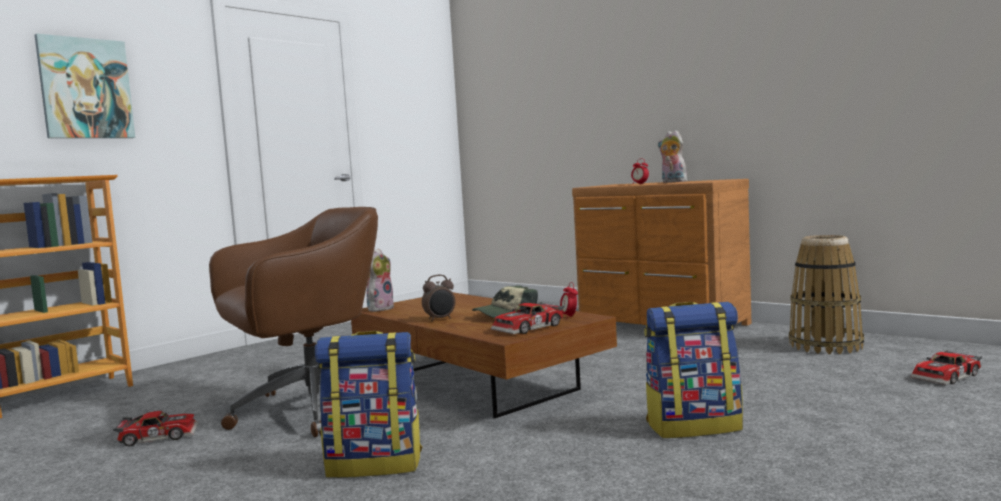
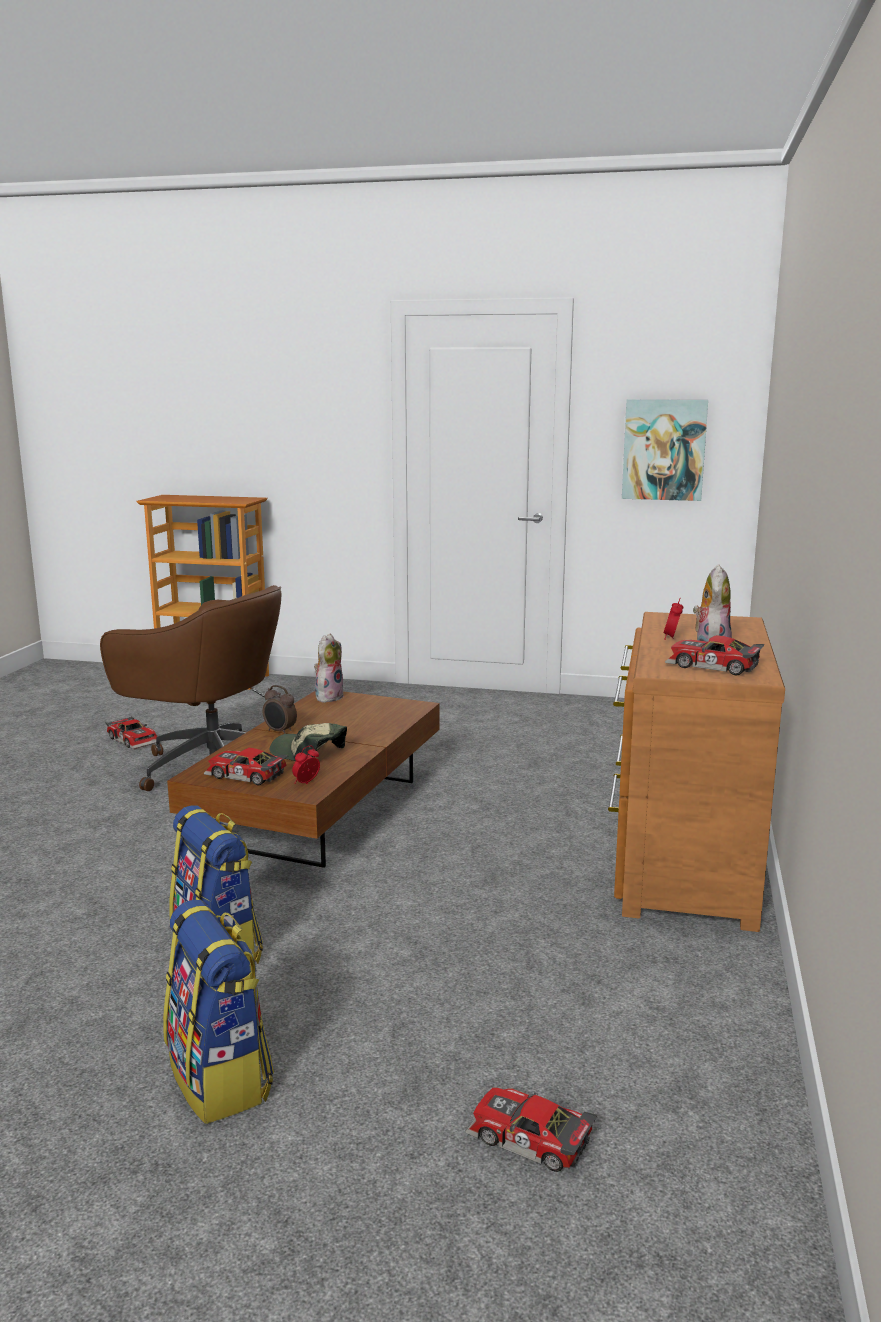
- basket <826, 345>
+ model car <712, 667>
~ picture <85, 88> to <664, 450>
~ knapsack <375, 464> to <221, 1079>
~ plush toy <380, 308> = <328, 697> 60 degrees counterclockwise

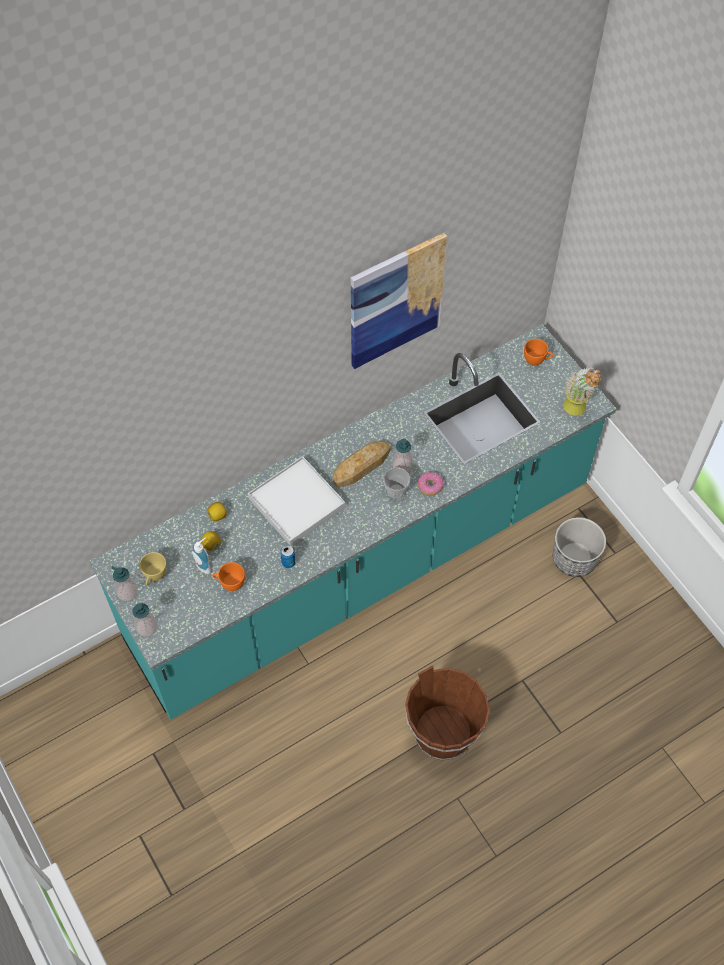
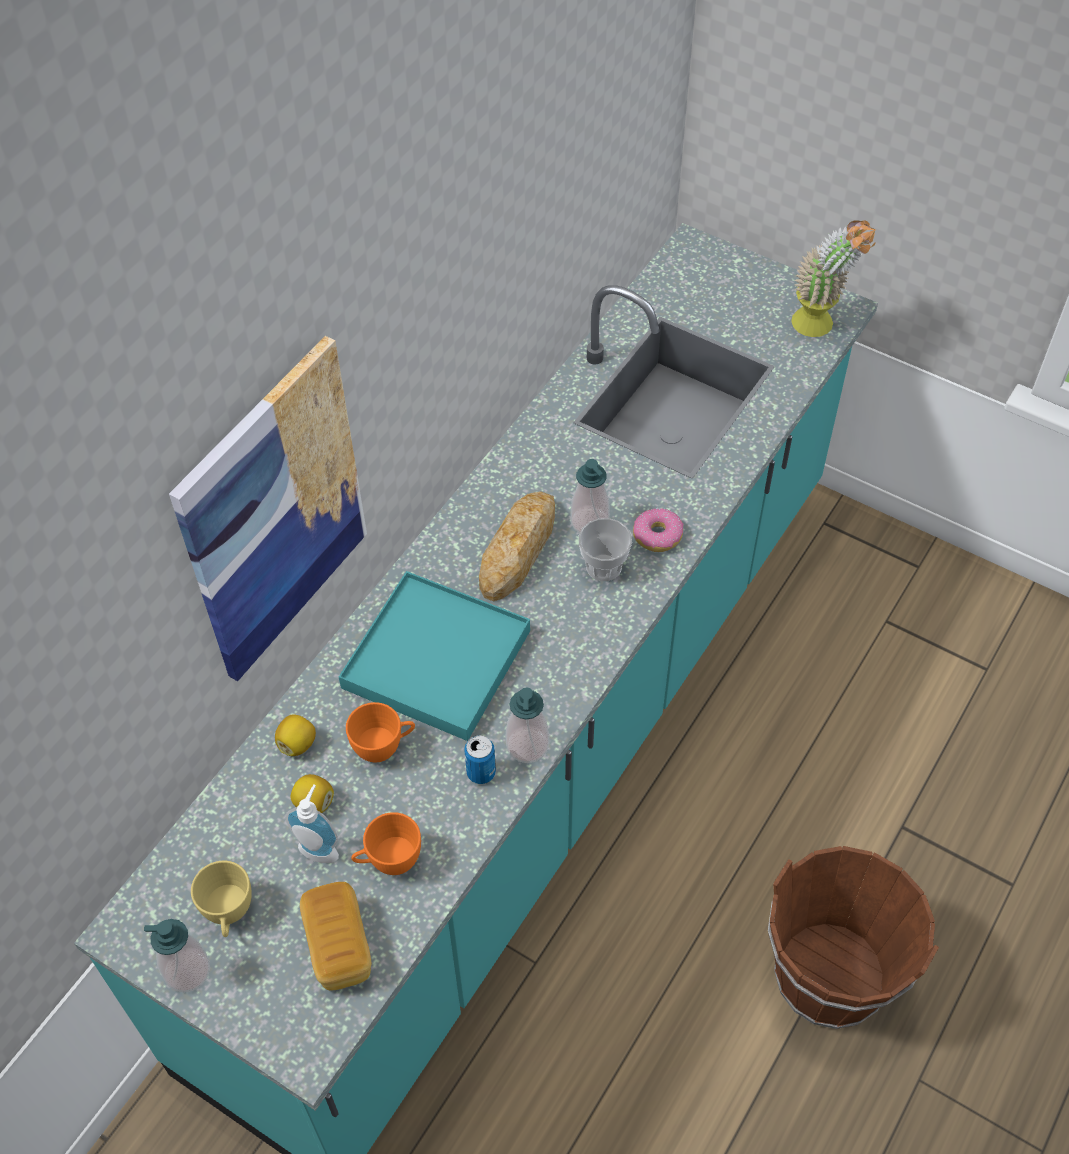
- plant pot <574, 559>
+ bakery bread <339, 945>
~ soap bottle <146, 627> to <527, 745>
~ picture <395, 301> to <274, 513>
~ orange drinking cup <537, 360> to <384, 747>
~ white serving tray <296, 503> to turquoise serving tray <437, 660>

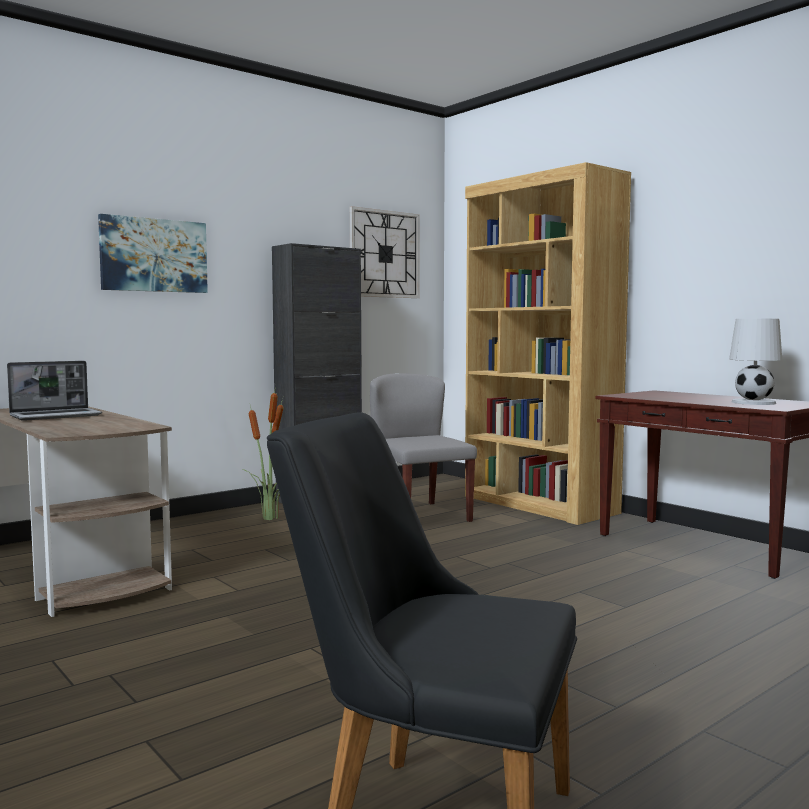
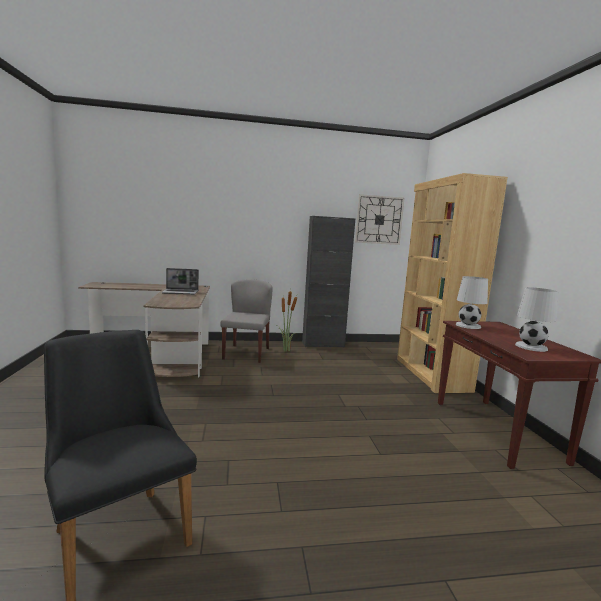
- picture <154, 255>
+ white lamp for a table <468, 325>
~ gray upright chair <419, 515> to <246, 353>

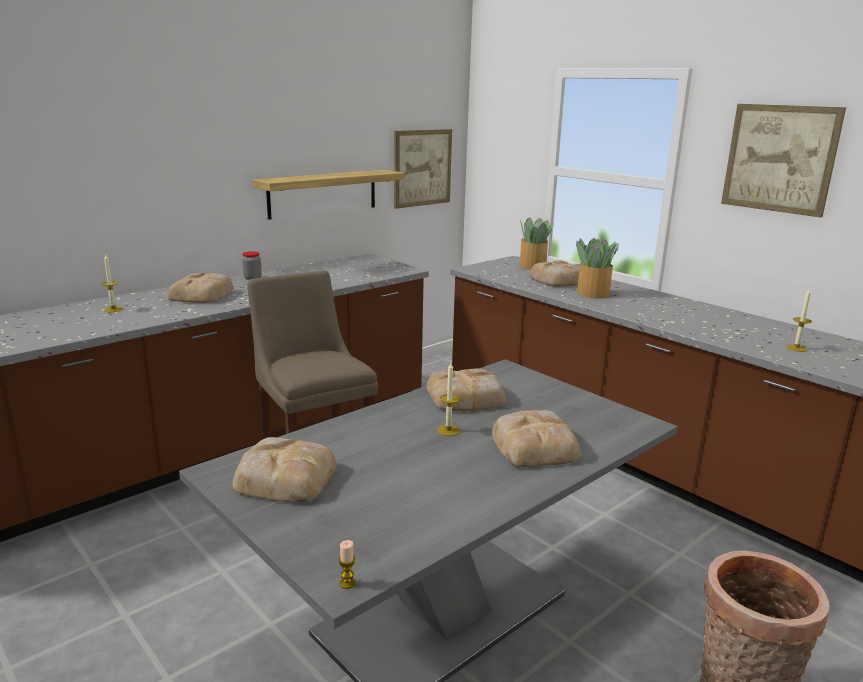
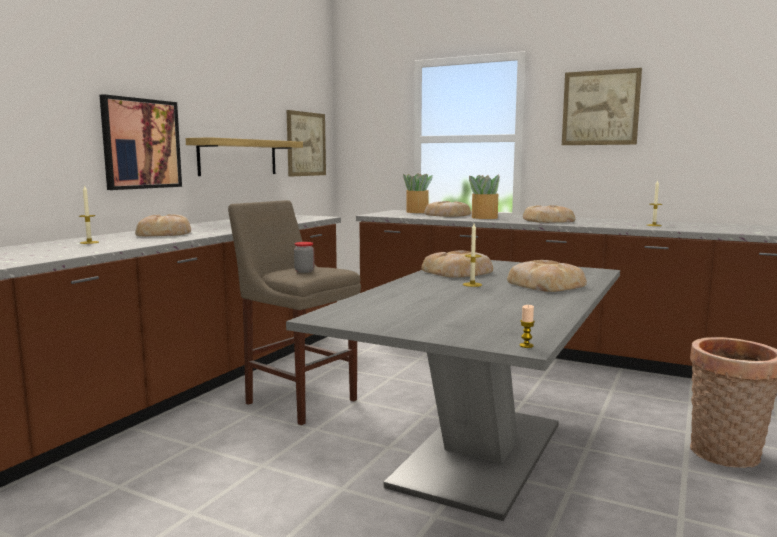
+ picture <141, 144>
~ bakery bread <284, 477> to <546, 220>
~ preserve jar <252, 278> to <304, 271>

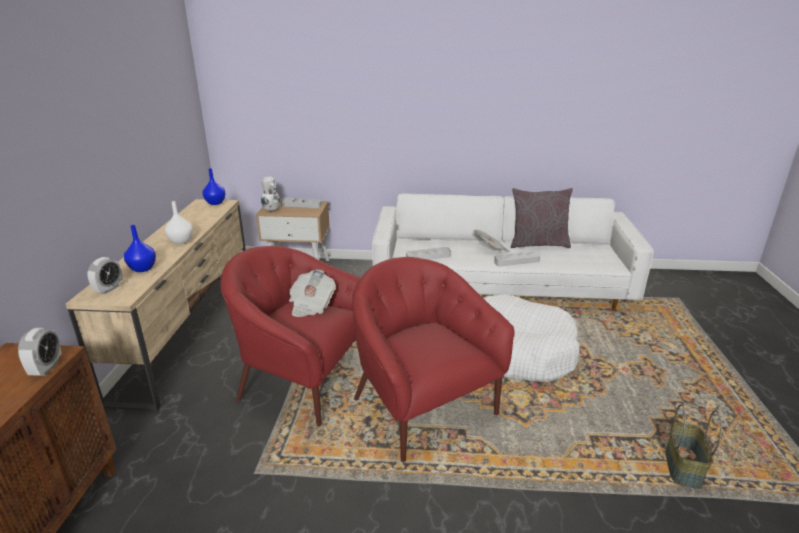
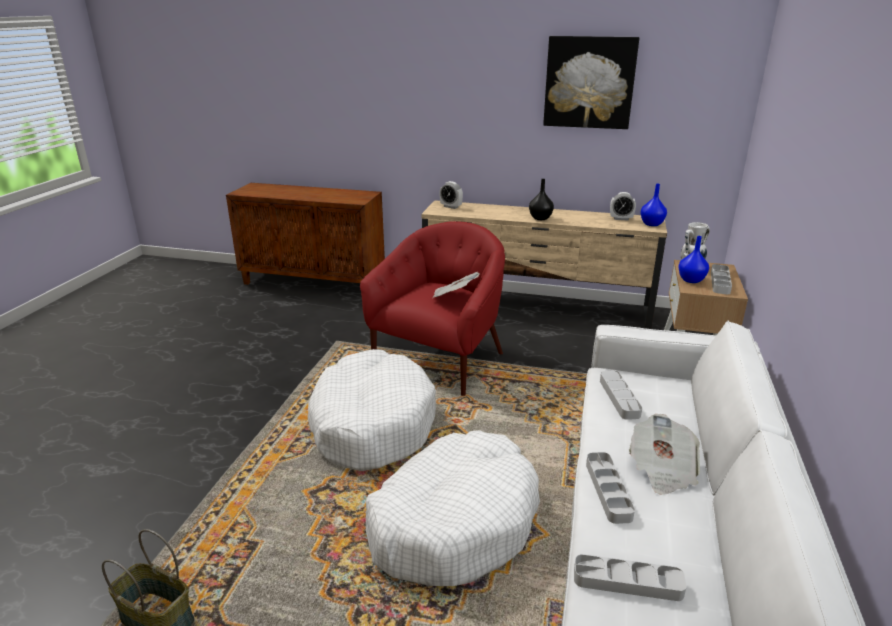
- gray cushion <538, 244>
+ picture <589, 82>
+ gray serving tray <627, 582>
~ bedside clock <46, 368> to <621, 219>
~ blue-coloured flower vase <143, 269> to <691, 280>
~ reddish lounge chair <422, 406> to white dog cushion <372, 424>
~ white flower vase <181, 241> to black flower vase <540, 218>

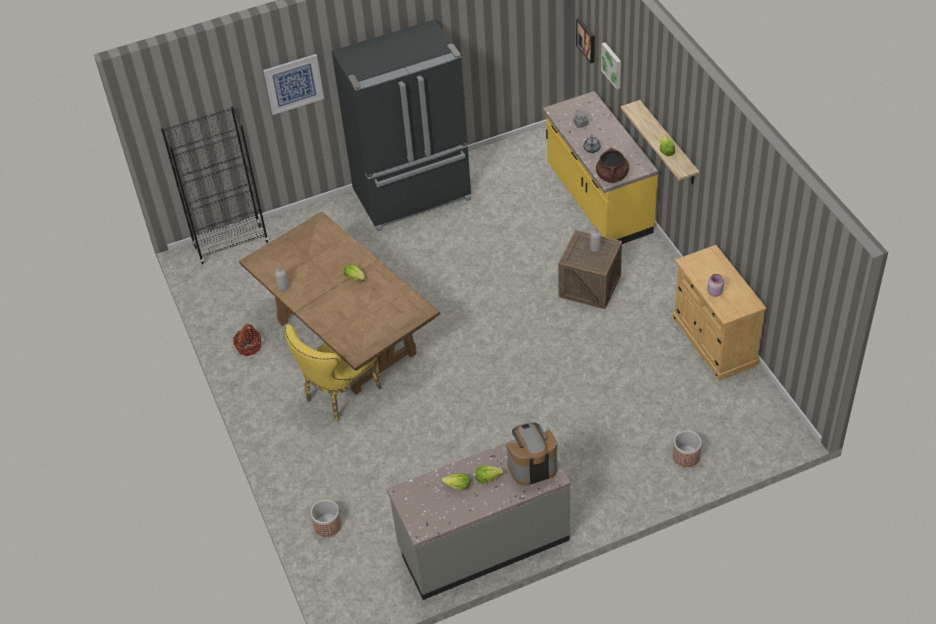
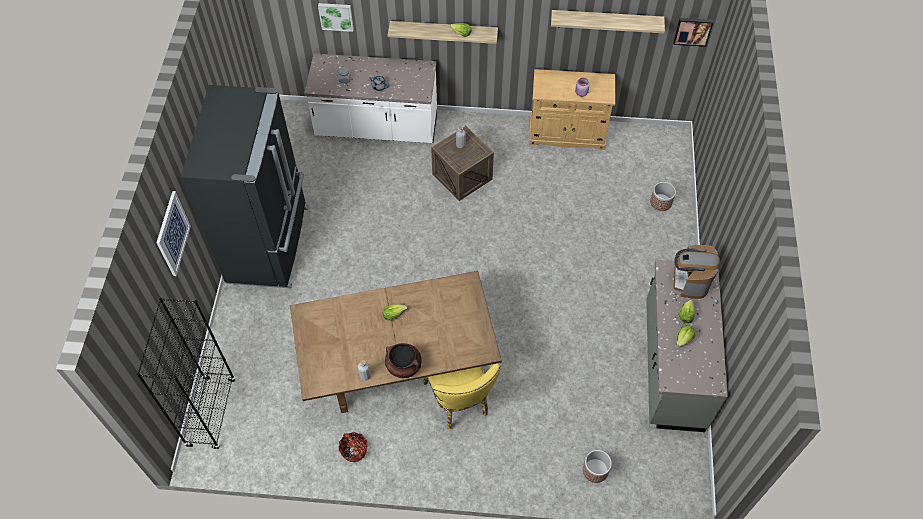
+ bracket shelf <606, 21>
~ picture <587, 40> to <692, 31>
~ brownish cooking pot <612, 176> to <404, 366>
~ yellow-coloured kitchen counter <597, 200> to white kitchen counter <377, 128>

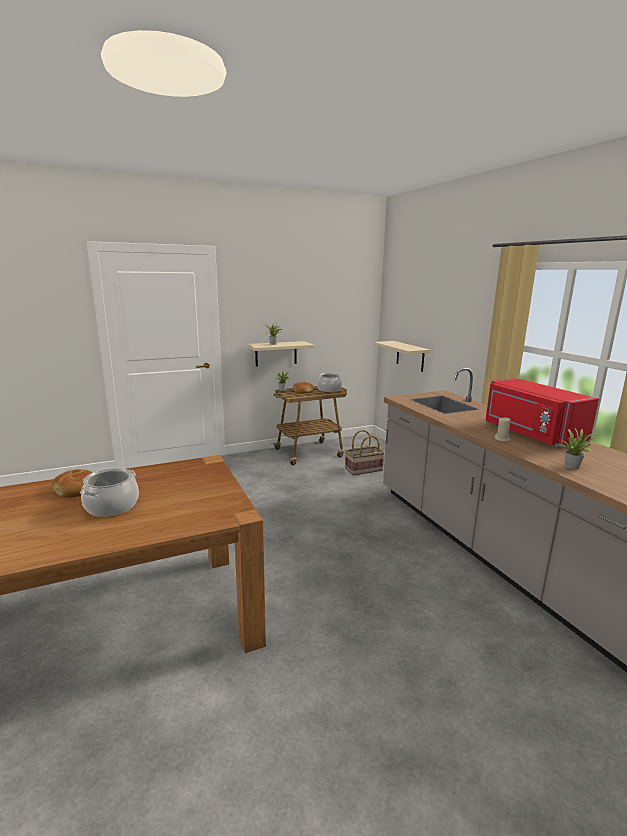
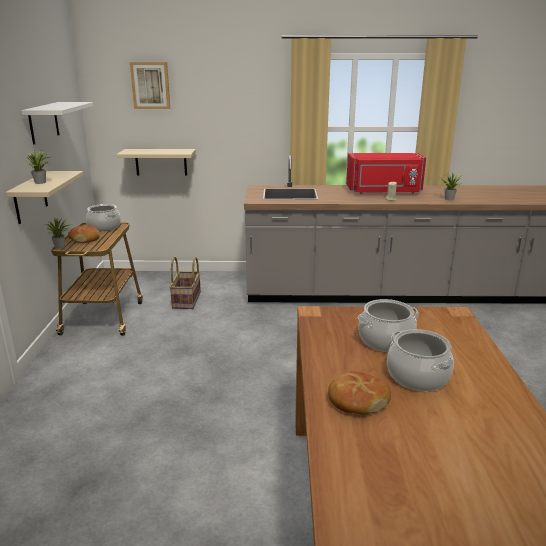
+ white bracket shelf <43, 122>
+ picture <150, 85>
+ cooking pot <385, 340>

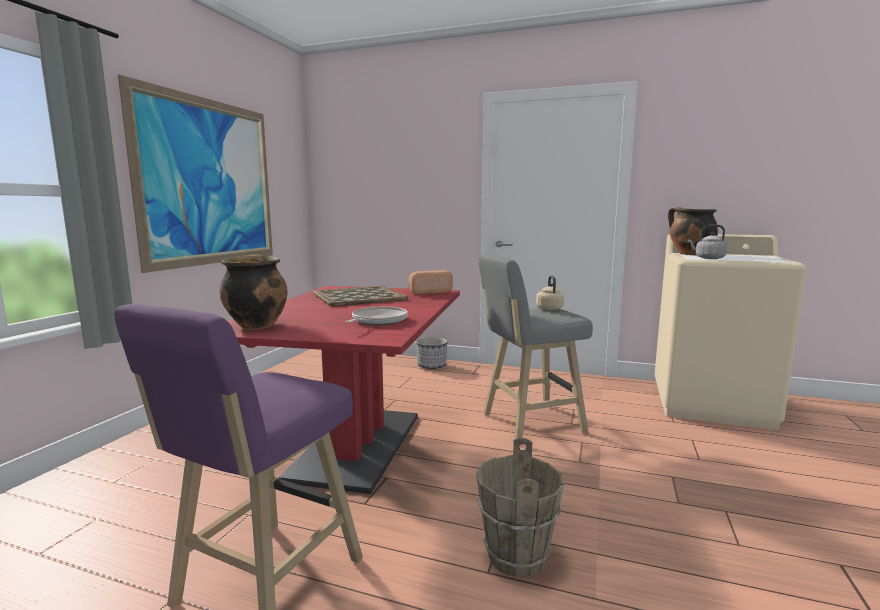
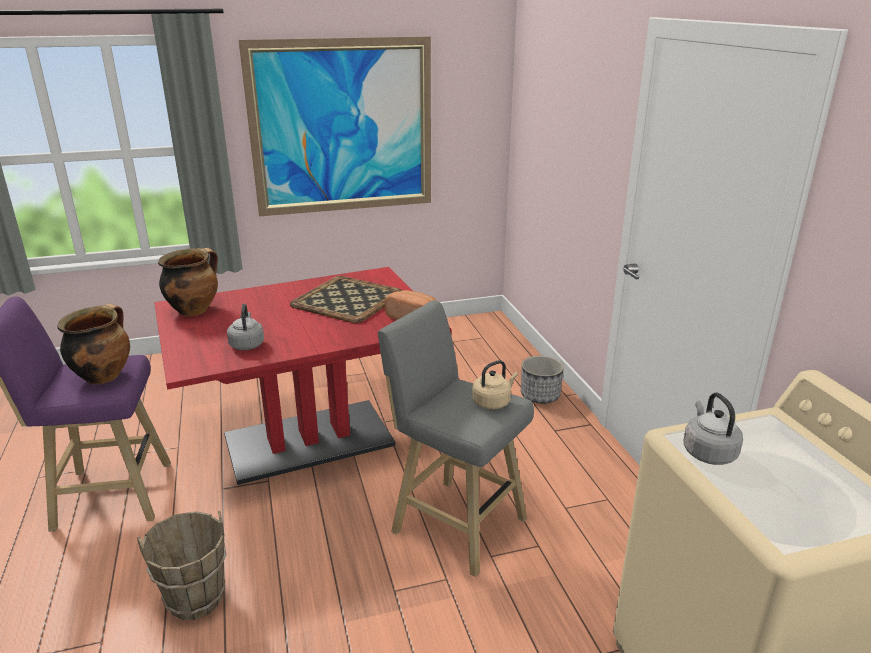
~ cooking pot <689, 254> to <103, 375>
~ skillet <377, 321> to gray water kettle <247, 344>

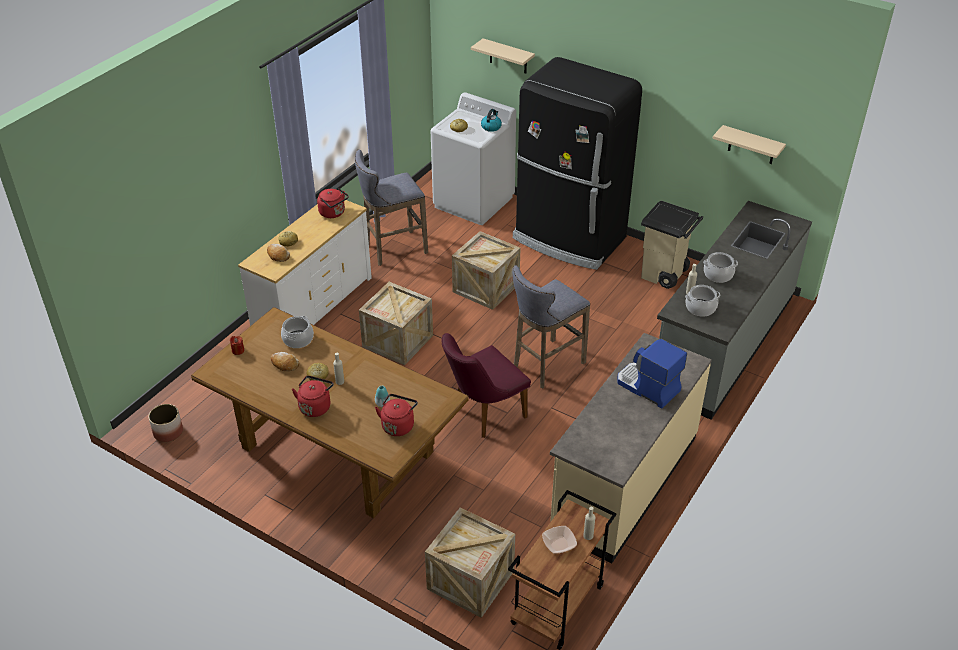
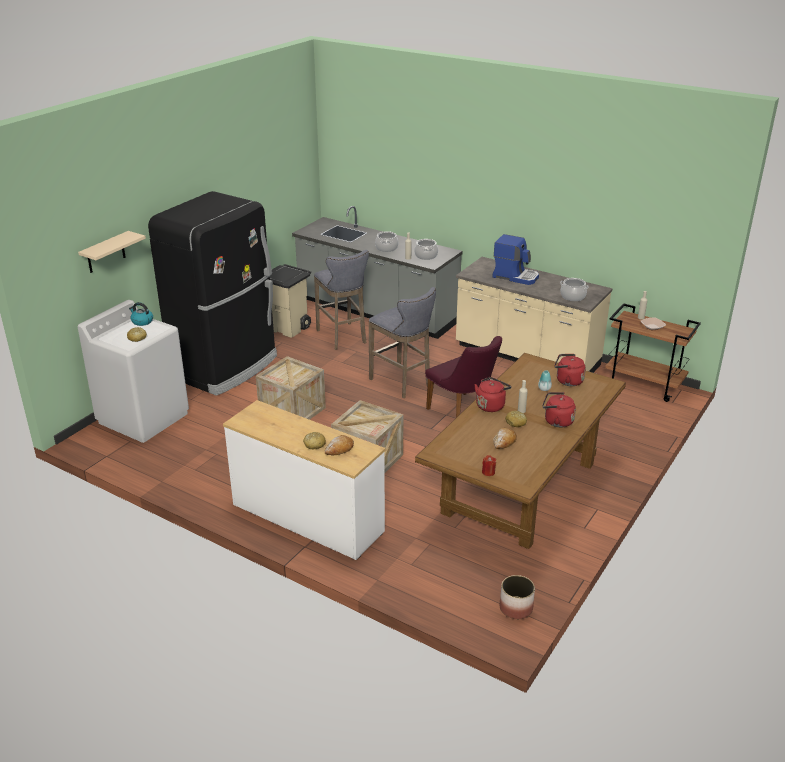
- crate <470, 580>
- sand-coloured bracket shelf <751, 145>
~ cooking pot <298, 339> to <572, 297>
~ reddish water kettle <333, 213> to <491, 405>
~ gray stool <393, 249> to <343, 337>
~ coffee machine <647, 387> = <515, 276> 105 degrees counterclockwise

